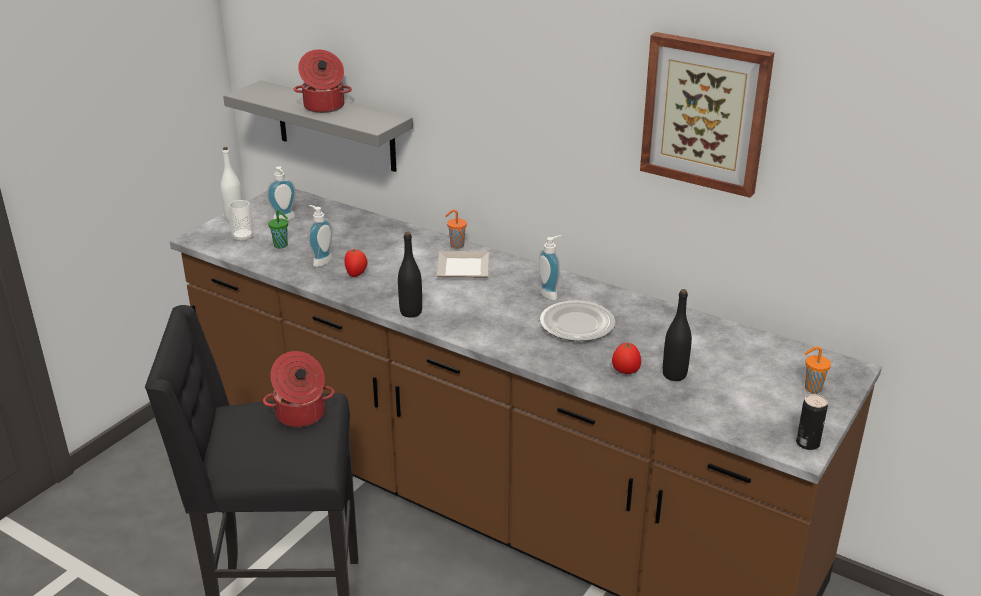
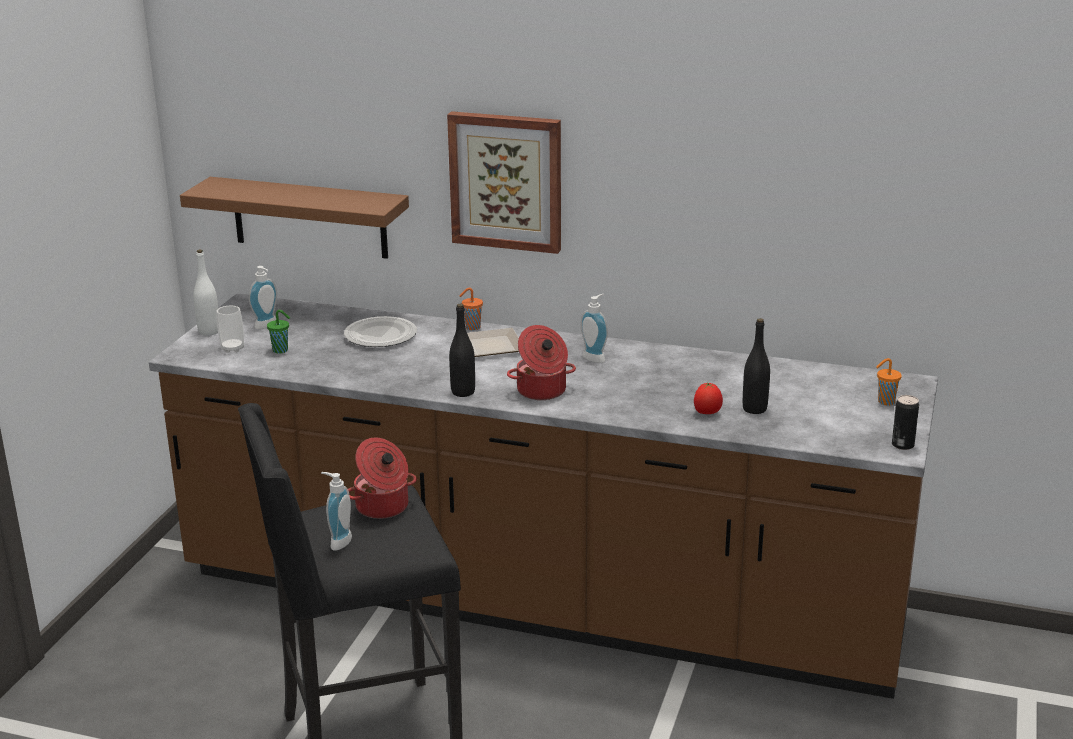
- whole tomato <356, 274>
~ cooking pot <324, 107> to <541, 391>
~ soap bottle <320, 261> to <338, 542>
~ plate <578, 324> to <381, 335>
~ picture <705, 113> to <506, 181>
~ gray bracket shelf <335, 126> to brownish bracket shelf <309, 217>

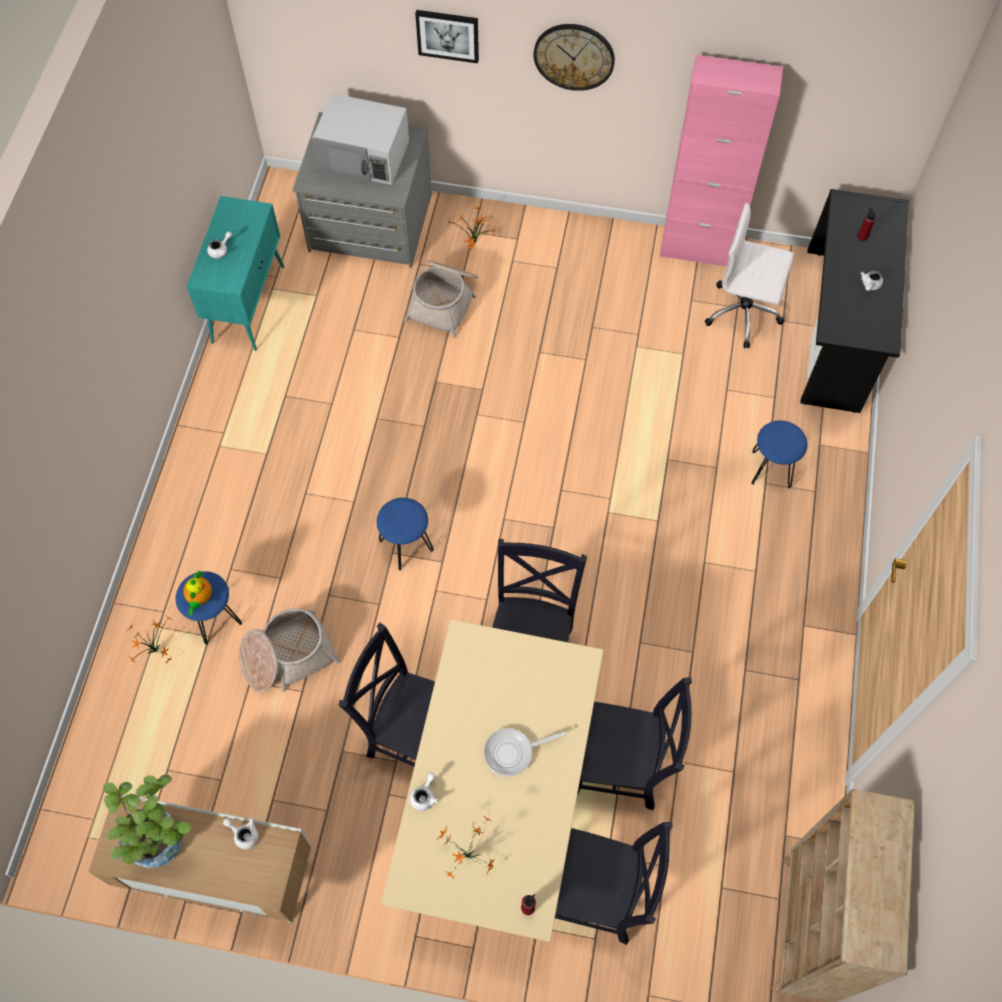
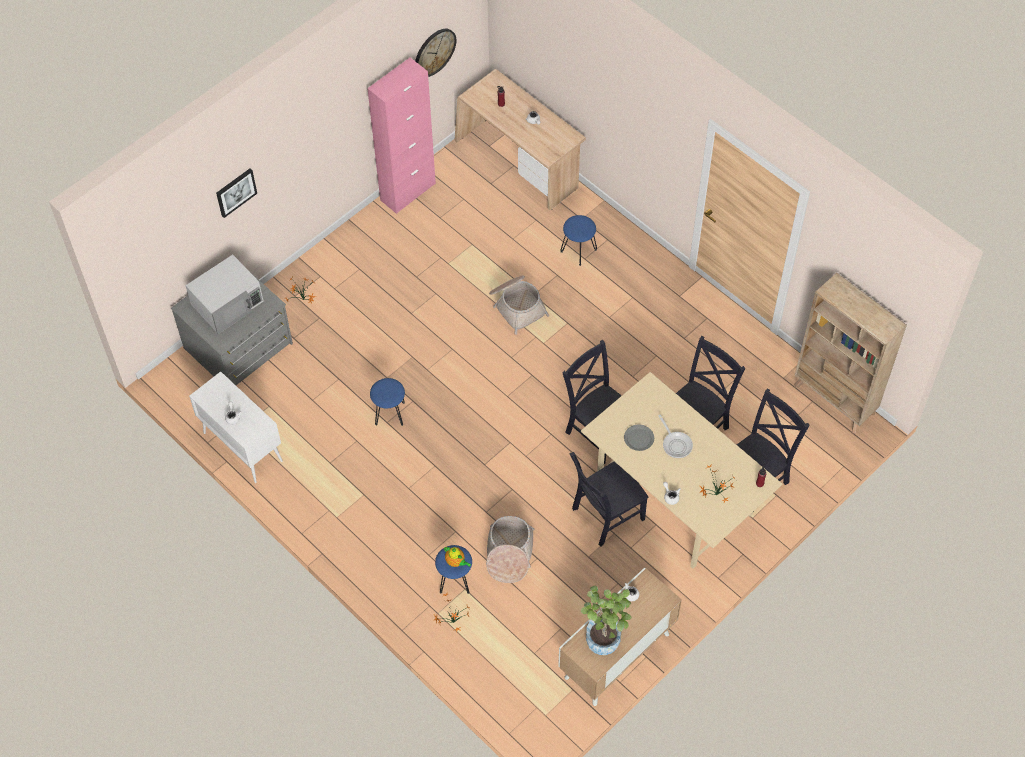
- white office chair <744, 313>
+ gray plate <638, 438>
~ blue-coloured stool <406, 545> to <390, 413>
~ basket <444, 301> to <517, 306>
~ hanging clock <574, 56> to <434, 52>
~ turquoise cupboard <248, 303> to white cupboard <242, 446>
~ black desk unit <836, 331> to sand-coloured desk unit <518, 164>
~ skillet <512, 752> = <676, 444> 45 degrees counterclockwise

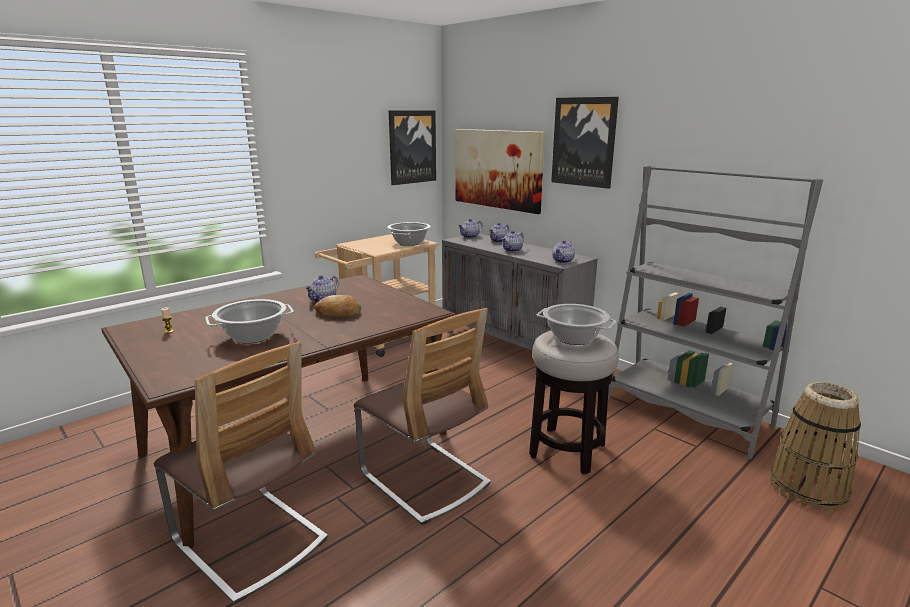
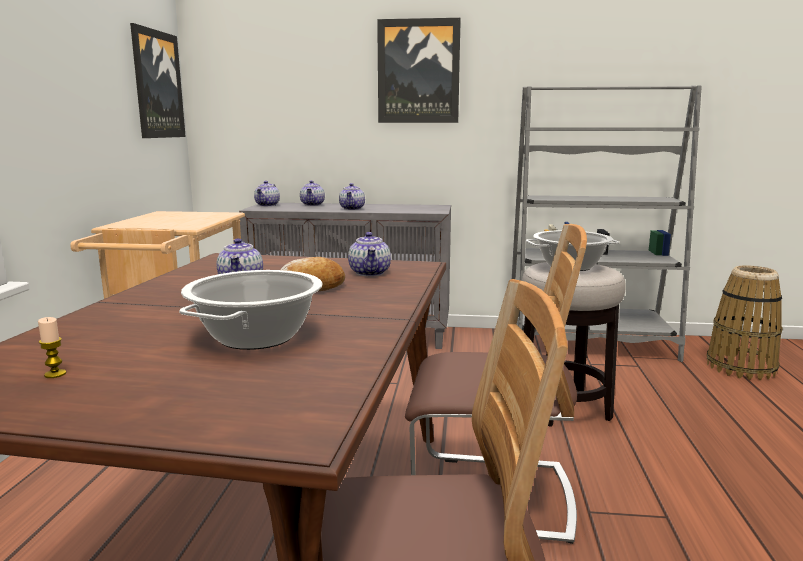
- cooking pot <409, 243>
- picture <497, 169>
~ tea pot <563, 261> to <370, 273>

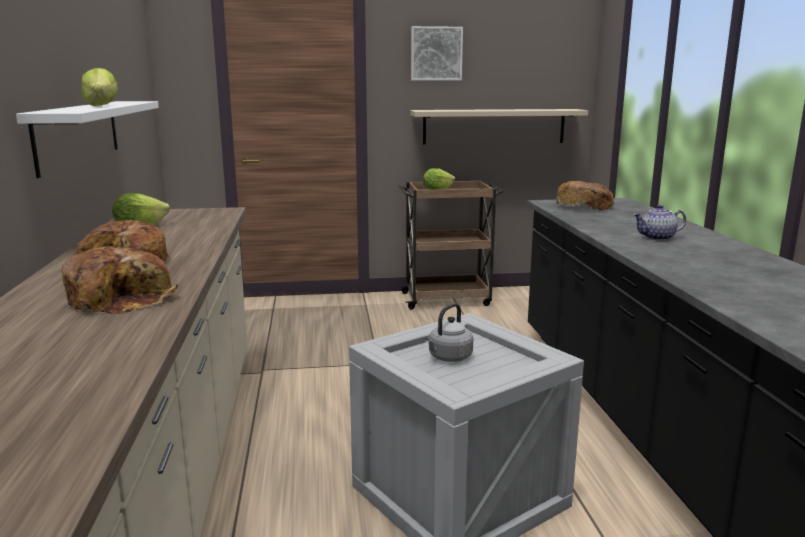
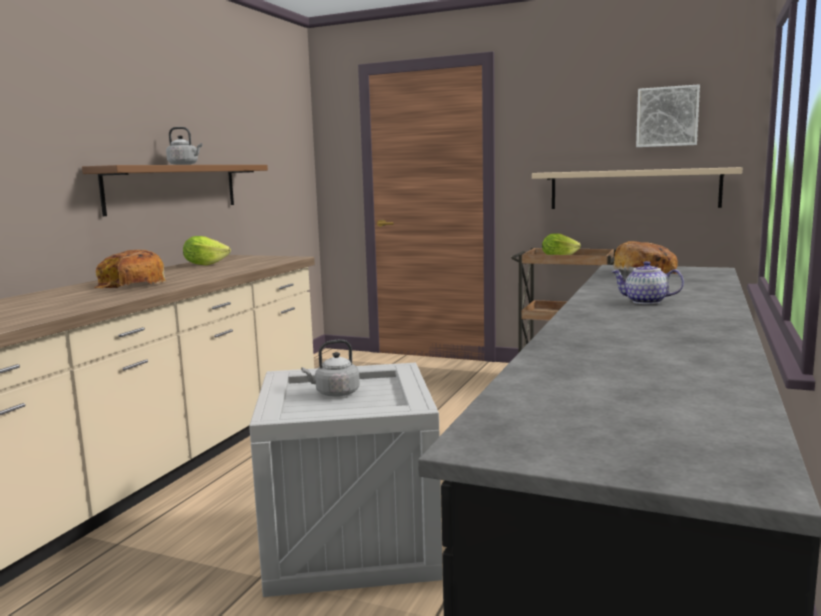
- bakery bread <122, 298>
~ picture <436, 53> to <667, 116>
~ head of lettuce <102, 105> to gray water kettle <184, 164>
~ white bracket shelf <79, 134> to brownish bracket shelf <173, 188>

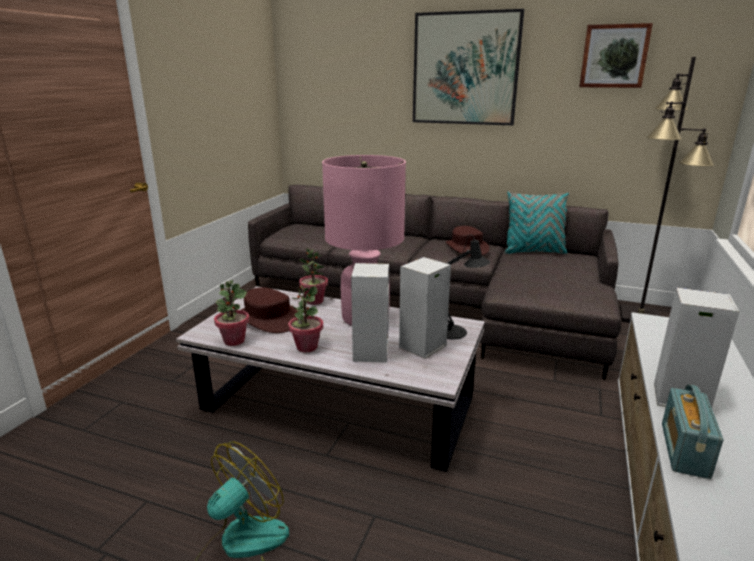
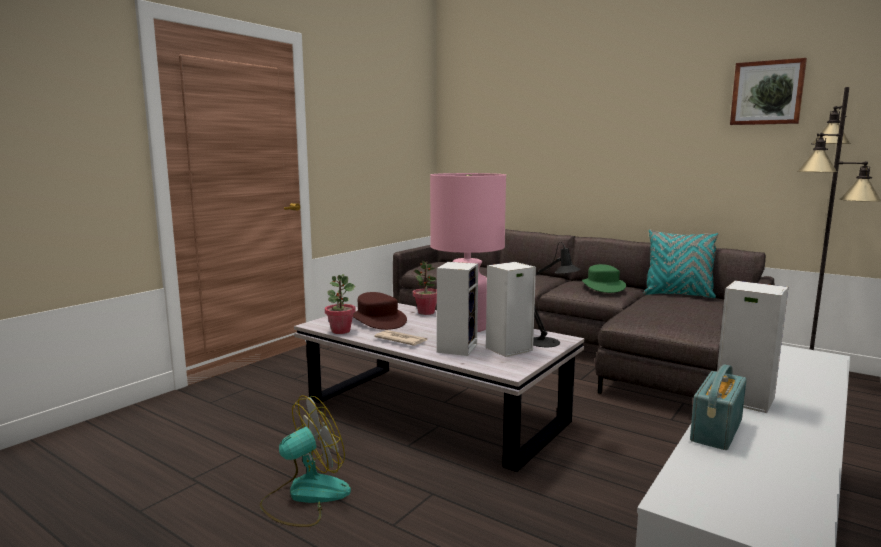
- picture <465, 69>
~ plant in a pot <306, 347> to printed paper <401, 340>
~ brownish hat <466, 248> to green-coloured hat <603, 286>

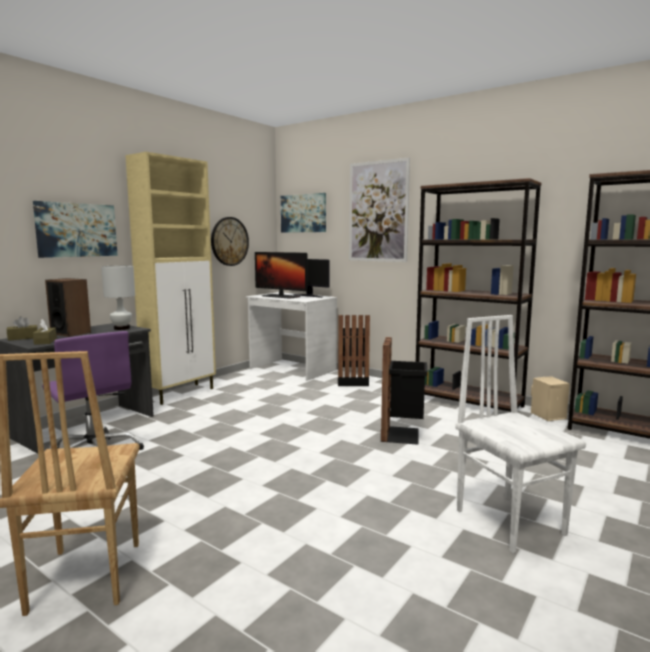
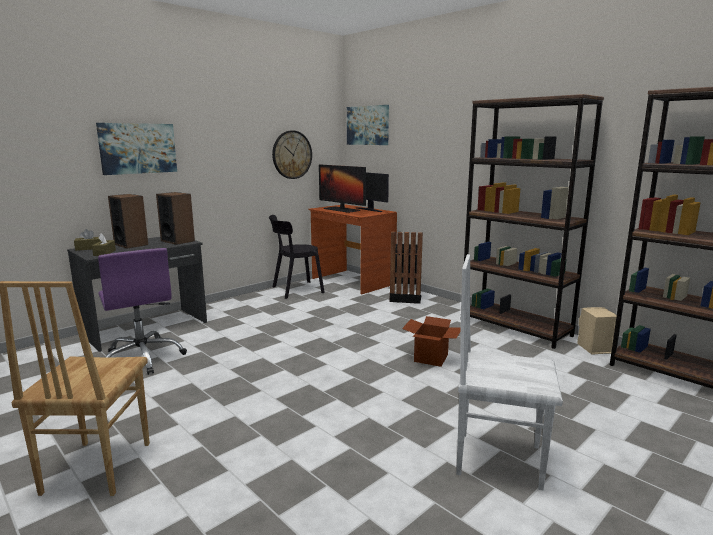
- sand-coloured cupboard <181, 393>
- picture <378, 211>
+ black upright chair <295, 290>
~ white lamp for a table <122, 328> to loudspeaker <178, 241>
~ black trash can <402, 434> to packing box <431, 358>
~ white desk unit <292, 369> to brownish desk unit <352, 281>
~ white upright chair <510, 521> = <498, 458> 60 degrees counterclockwise

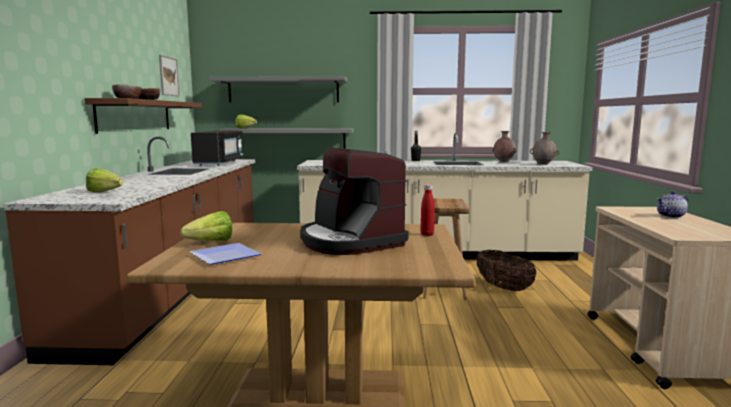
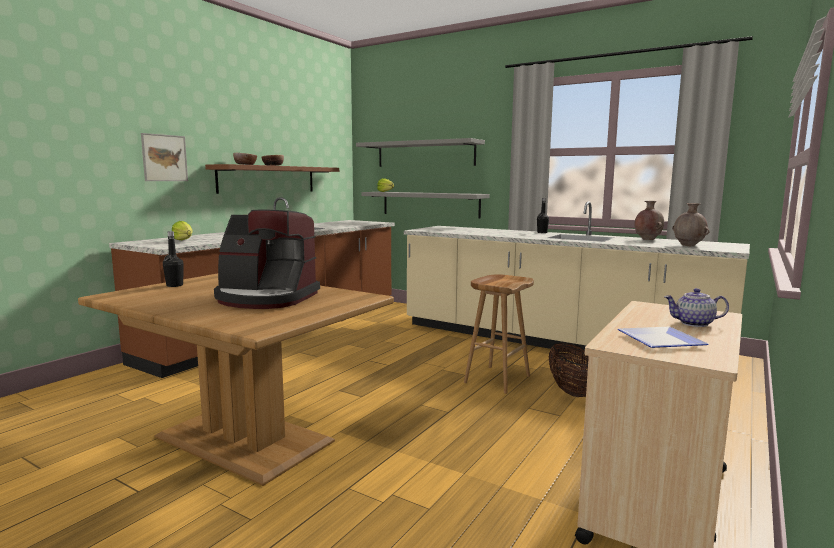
- black kitchen microwave <219, 163>
- reddish bottle <427, 234>
~ picture <168, 76> to <164, 158>
~ plate <224, 257> to <660, 341>
~ head of lettuce <206, 243> to black bottle <174, 285>
~ coffee machine <350, 241> = <266, 298> 75 degrees counterclockwise

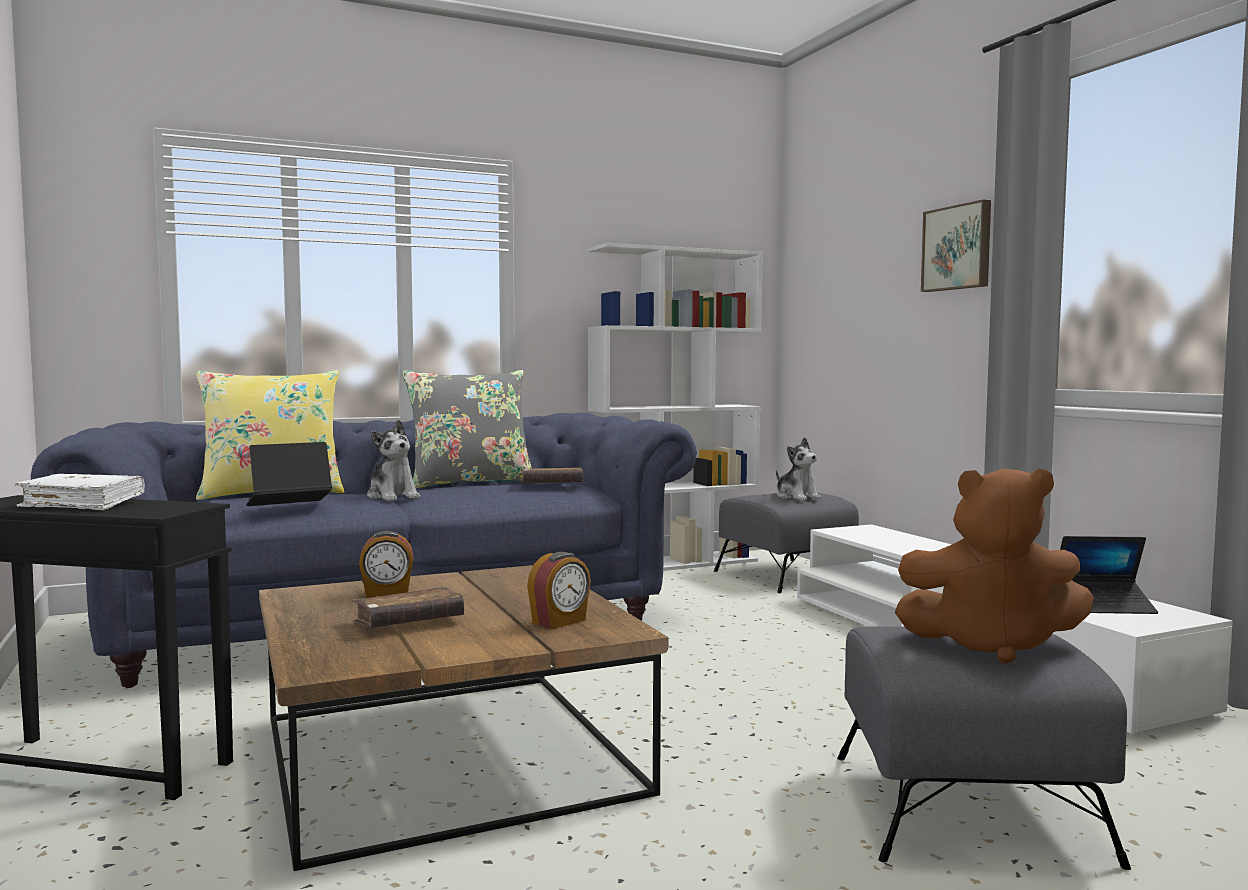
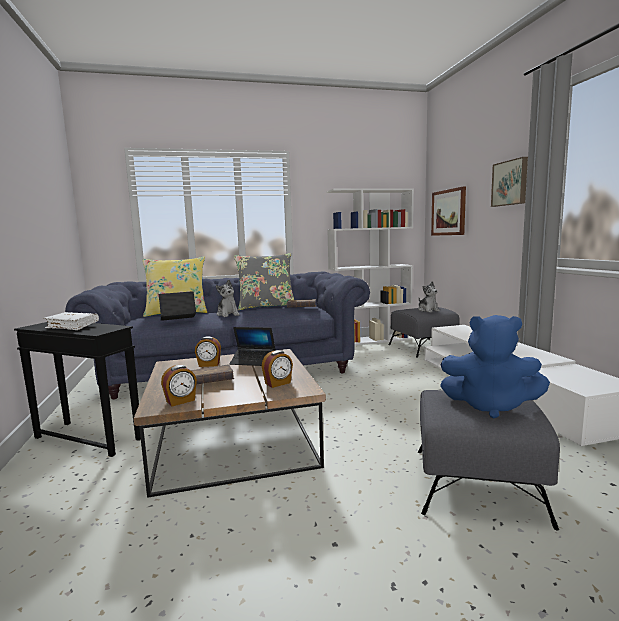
+ bedside clock <181, 401>
+ picture <448, 212>
~ laptop <1104, 606> to <253, 361>
~ brownish plush toy <991, 646> to blue-coloured plush toy <490, 406>

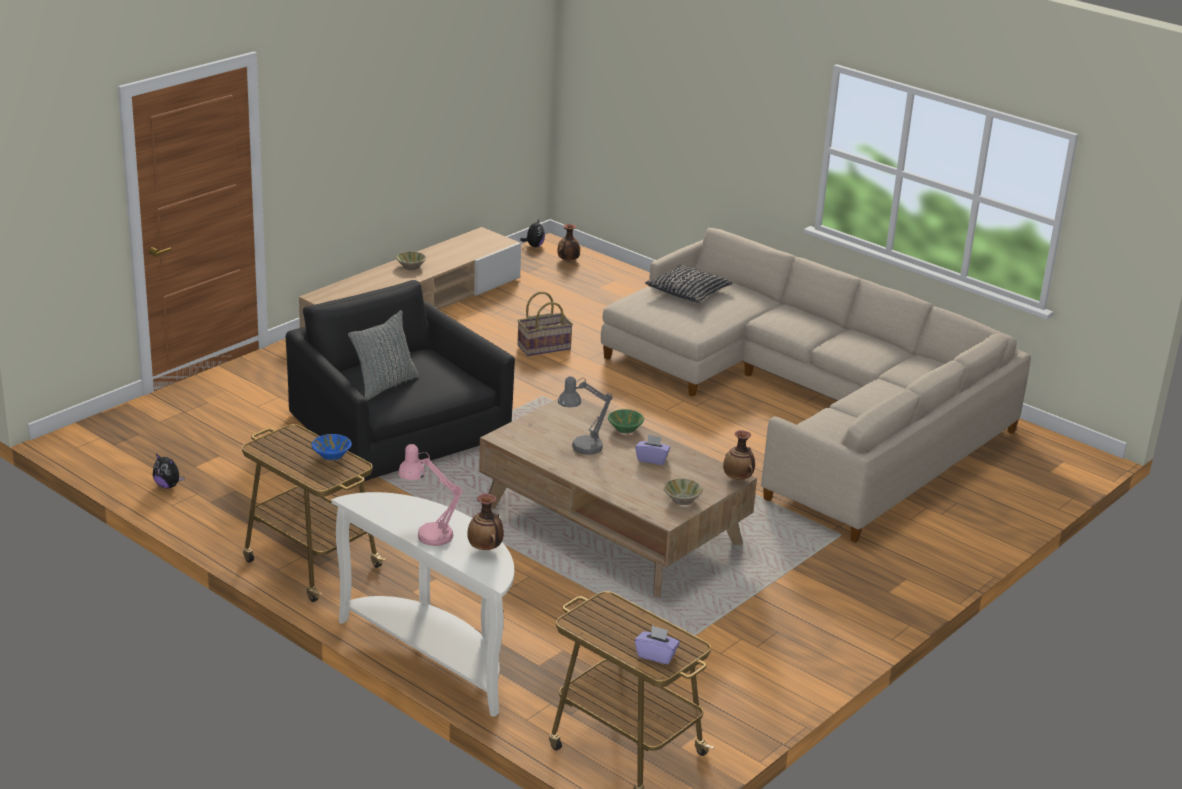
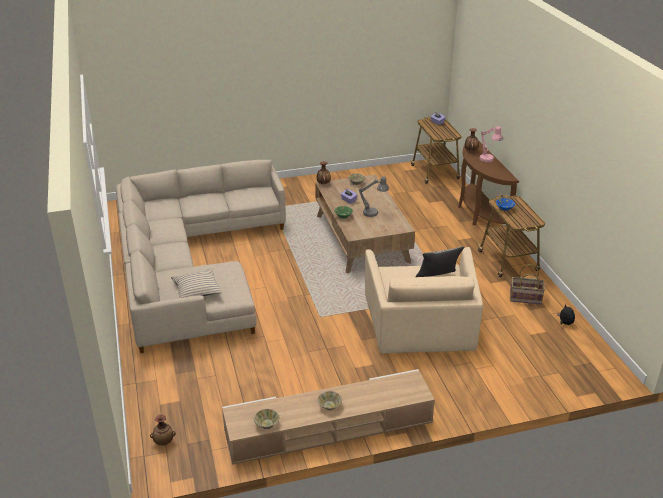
- plush toy <534, 246>
+ sand-coloured deep dish <266, 424>
~ basket <544, 347> to <525, 298>
~ black lounge chair <395, 429> to sand-coloured lounge chair <421, 321>
~ white hall table <435, 656> to brownish hall table <478, 213>
~ black cushion <688, 292> to sand-coloured cushion <196, 290>

